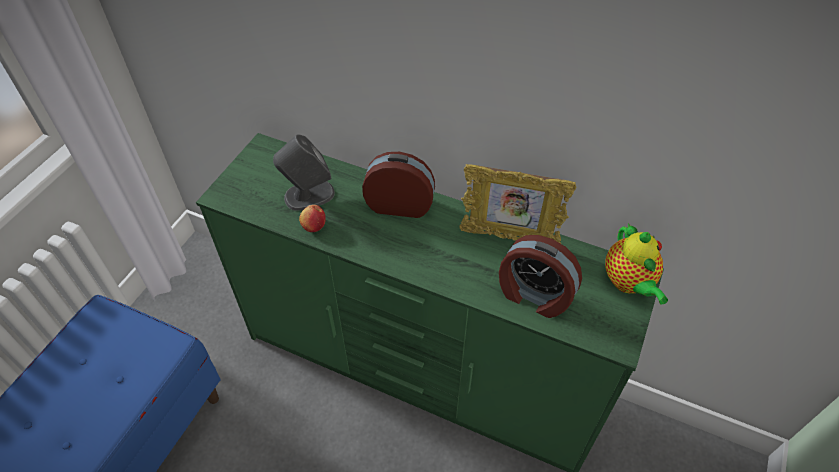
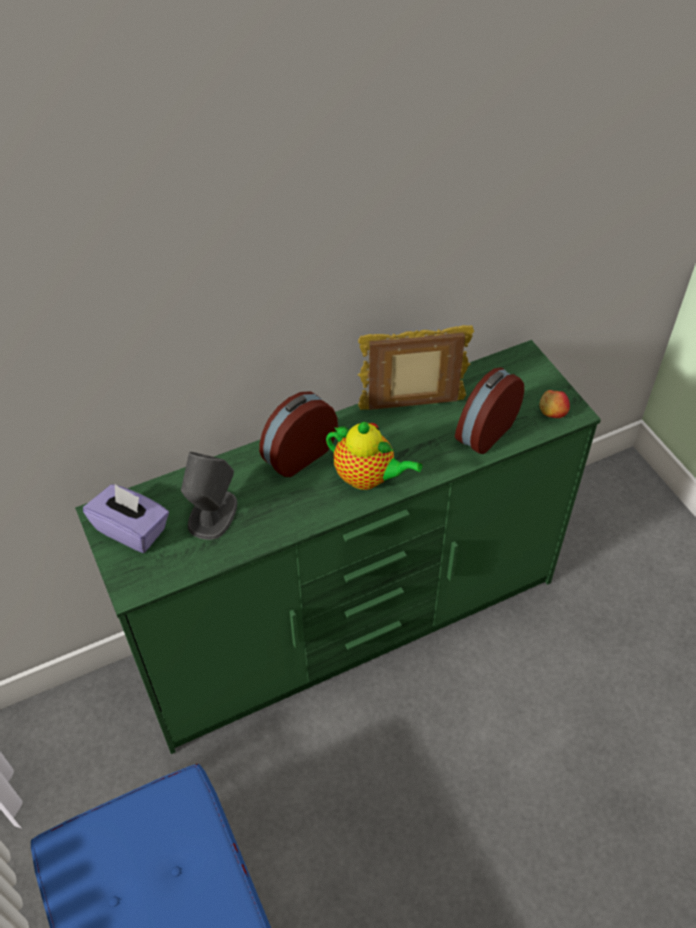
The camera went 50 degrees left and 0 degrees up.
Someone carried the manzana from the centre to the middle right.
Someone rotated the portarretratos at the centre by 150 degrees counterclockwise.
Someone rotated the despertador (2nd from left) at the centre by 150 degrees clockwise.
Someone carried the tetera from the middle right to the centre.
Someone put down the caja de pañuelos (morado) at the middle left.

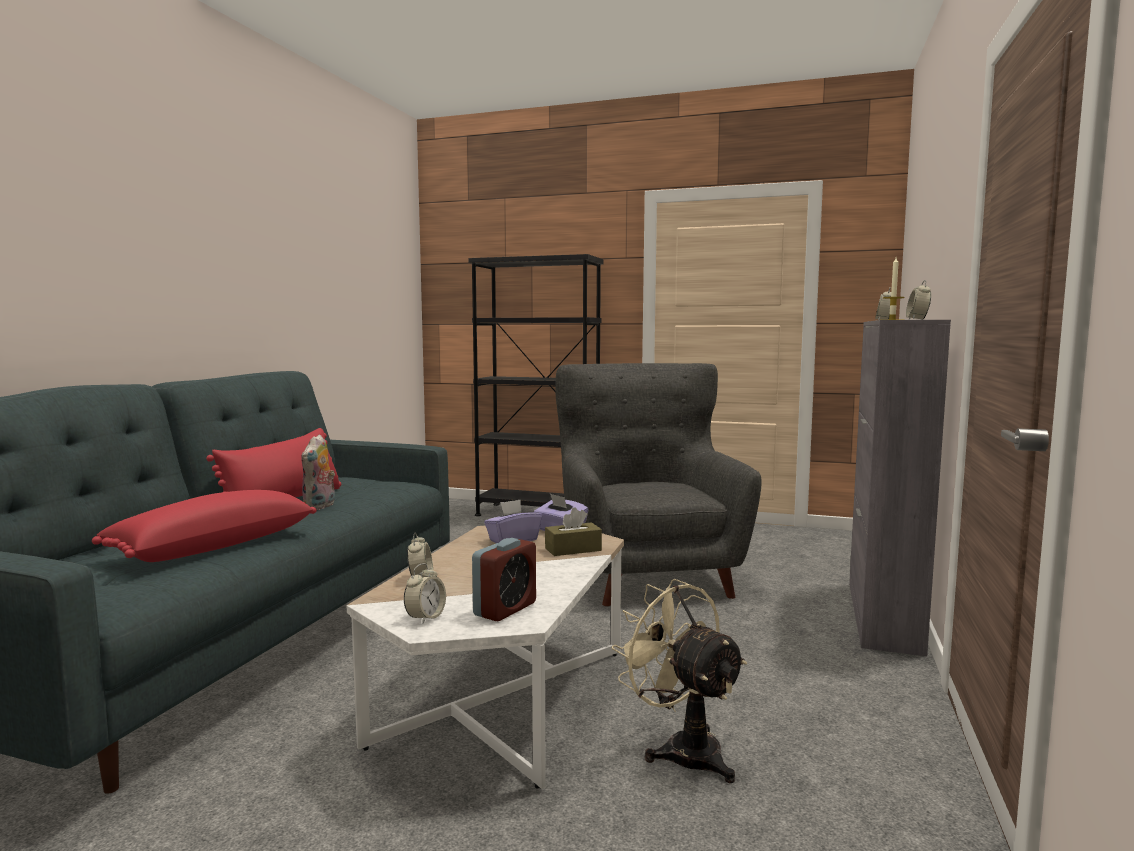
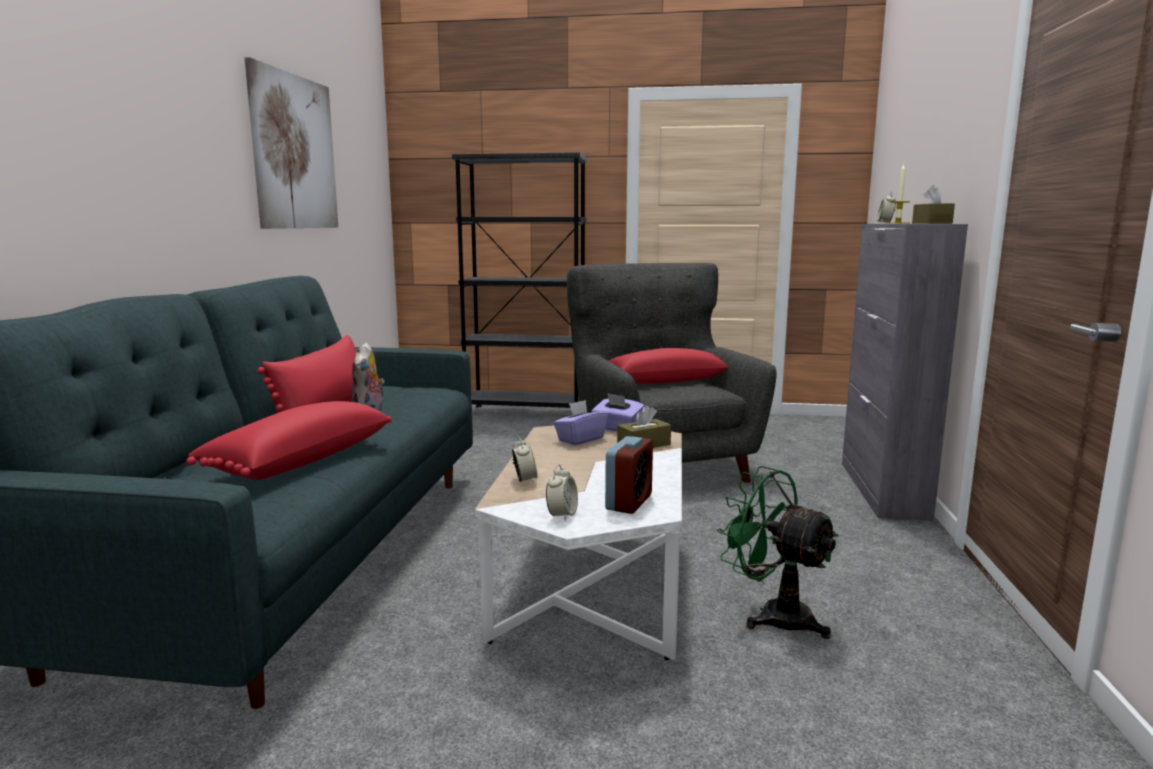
The camera went 10 degrees left and 5 degrees up.
Someone repainted the ventilador (beis) at the bottom centre, which became the ventilador (verde) at the bottom right.
Someone swapped the despertador (5th from left) at the middle right for the caja de pañuelos (marrón) (2nd from left) at the top right.
Someone put up the cuadro at the top left.
Someone put down the cojín (rojo) (3rd from left) at the centre.

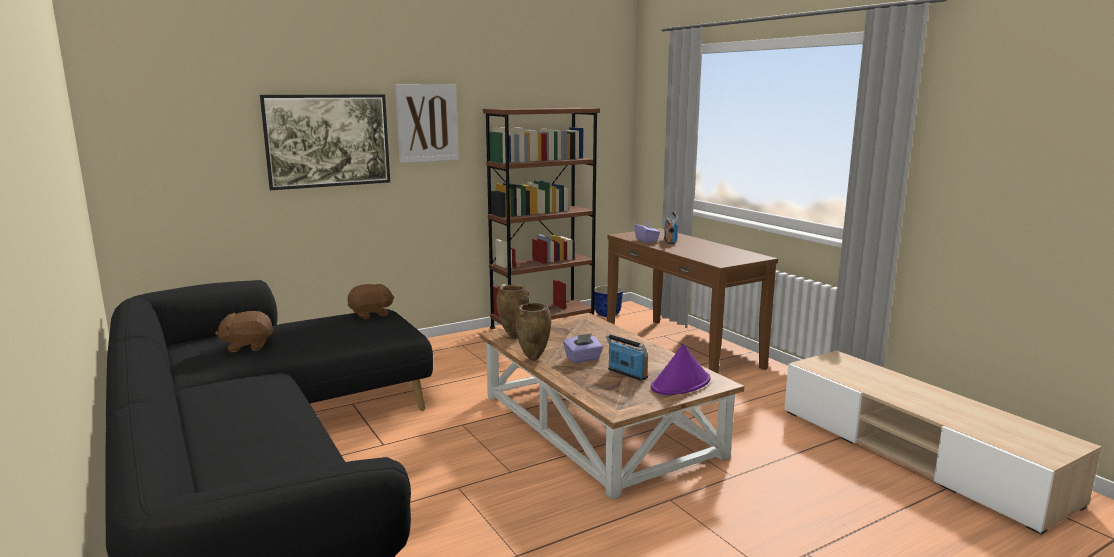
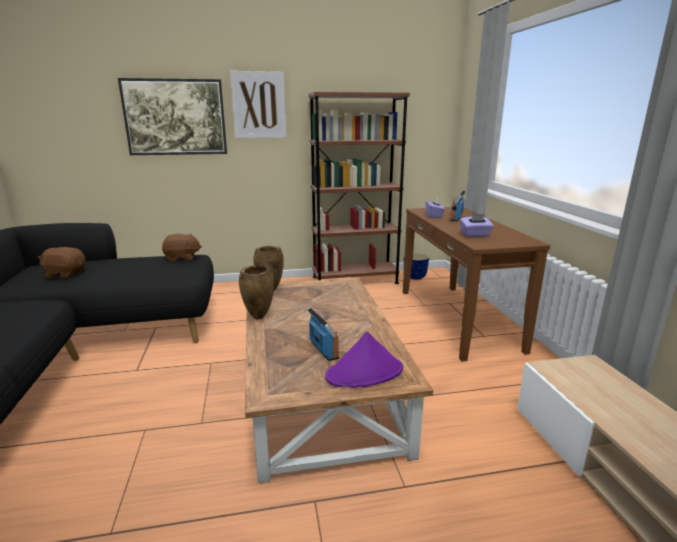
The camera went 20 degrees right and 5 degrees up.
Someone carried the caja de pañuelos (morado) (1st from left in the first image) from the centre to the middle right.

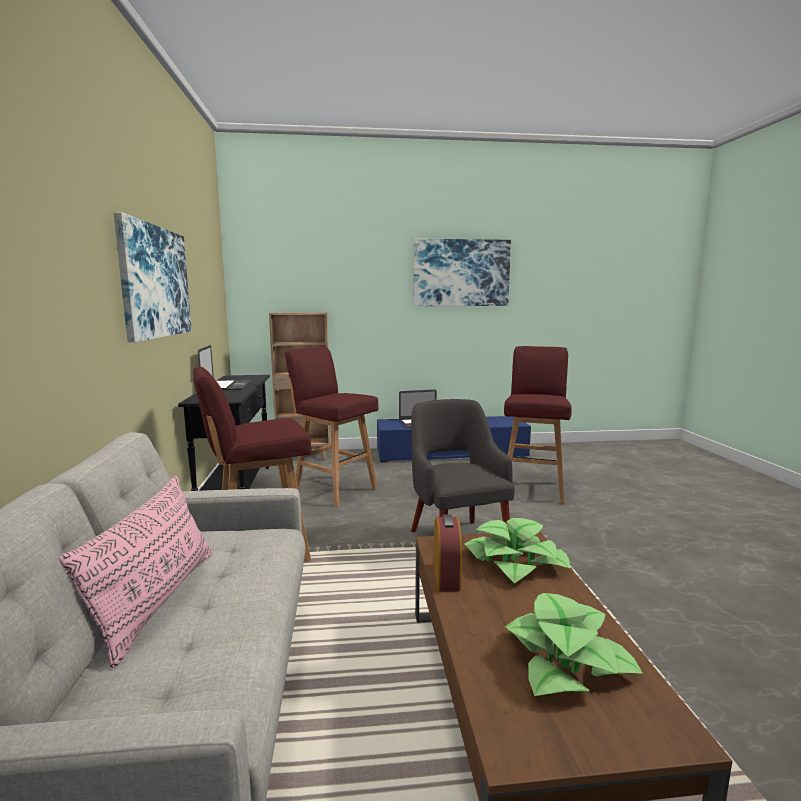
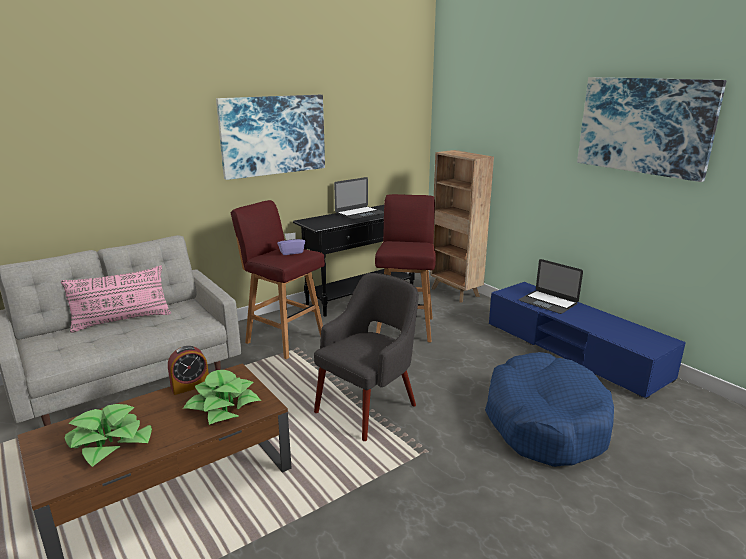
The camera went 60 degrees right and 10 degrees up.
Someone swapped the taburete (rojo) (3rd from left) at the middle right for the cama para perro (azul) at the bottom right.
Someone put down the caja de pañuelos (morado) at the centre.

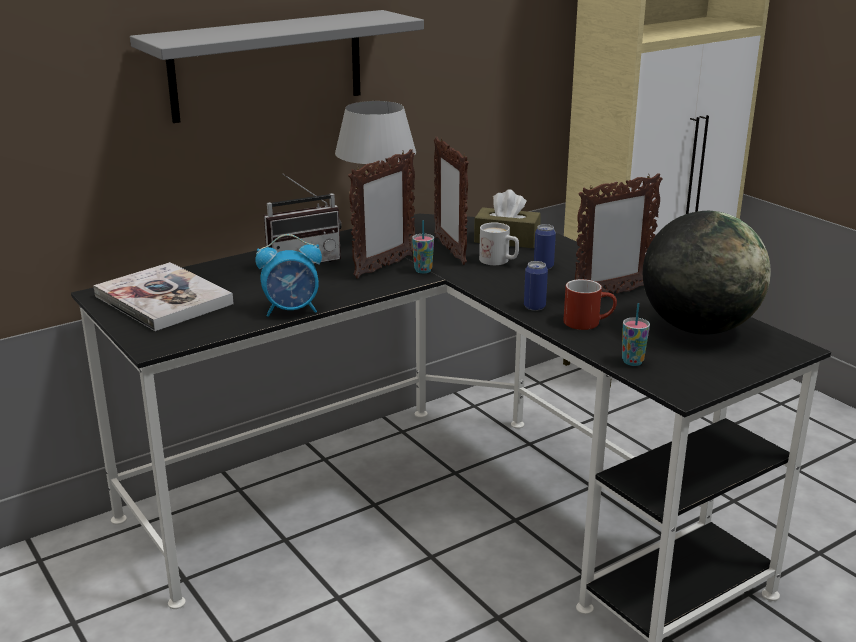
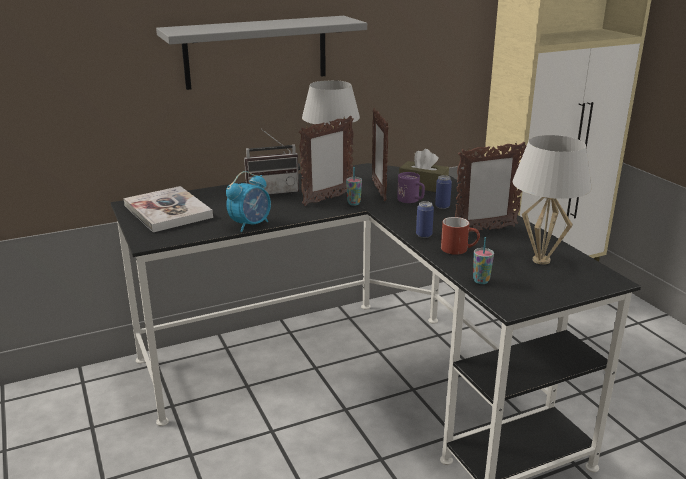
The camera went 10 degrees right and 0 degrees up.
Someone rotated the despertador at the centre by 45 degrees counterclockwise.
Someone repainted the taza grande (blanco) at the centre, which became the taza grande (morado) at the centre.
Someone swapped the globo terráqueo at the middle right for the lámpara de mesa (blanco) (2nd from left) at the middle right.

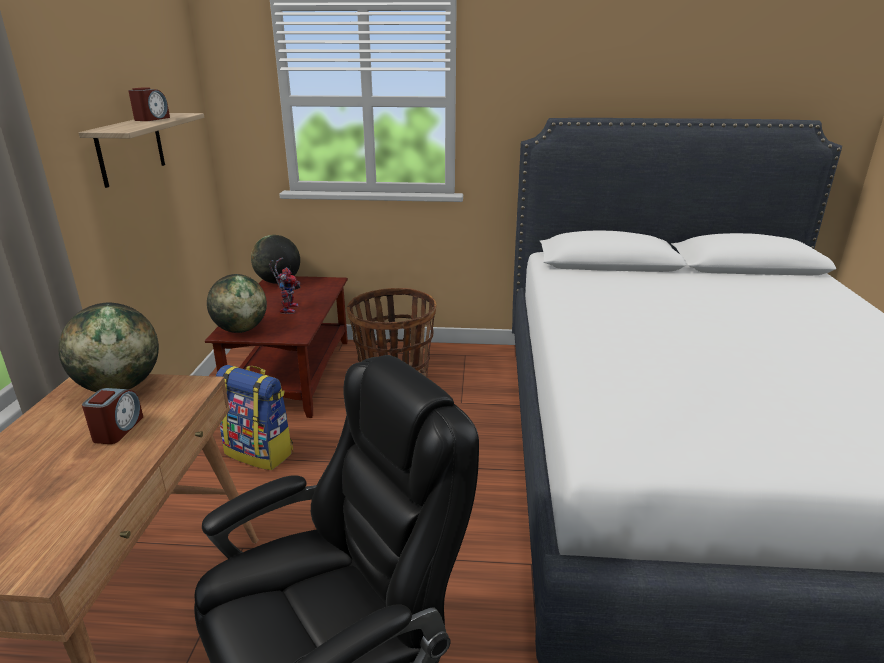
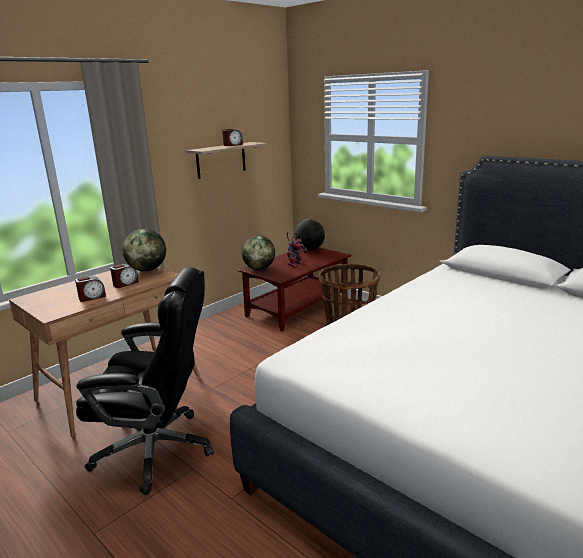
The camera went 40 degrees right and 5 degrees down.
Someone took away the mochila at the middle left.
Someone put down the despertador (1st from left) at the middle left.

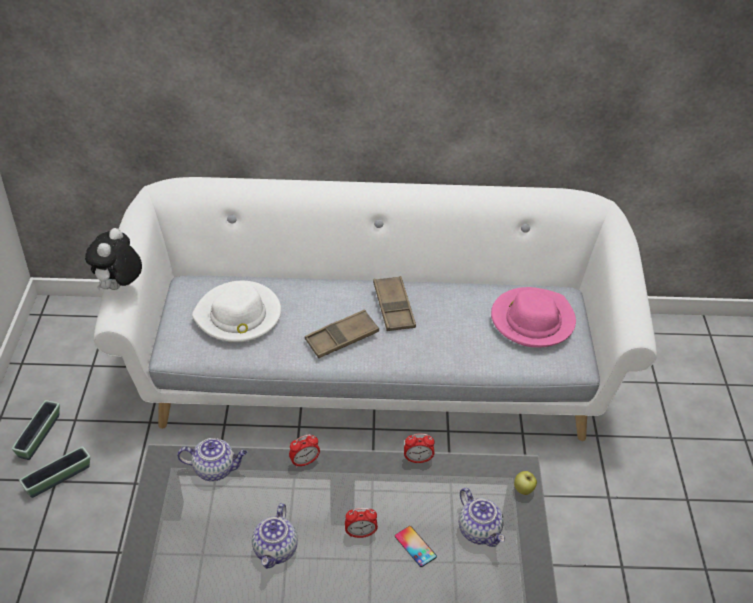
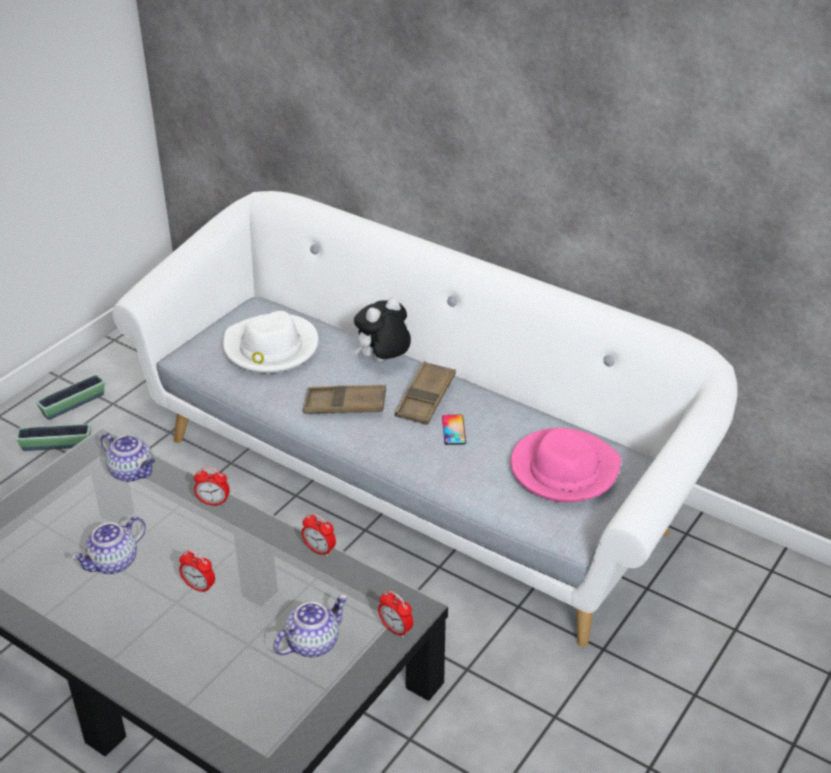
The camera went 35 degrees right and 5 degrees down.
Someone carried the peluche from the middle left to the centre.
Someone carried the móvil from the bottom centre to the centre.
Someone rotated the tetera (3rd from left) at the bottom centre by 135 degrees counterclockwise.
Someone swapped the manzana at the bottom right for the despertador (4th from left) at the bottom centre.

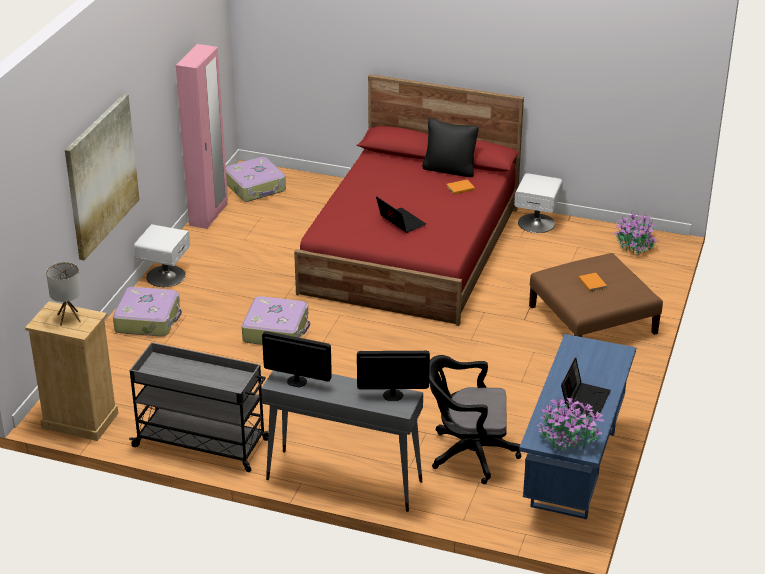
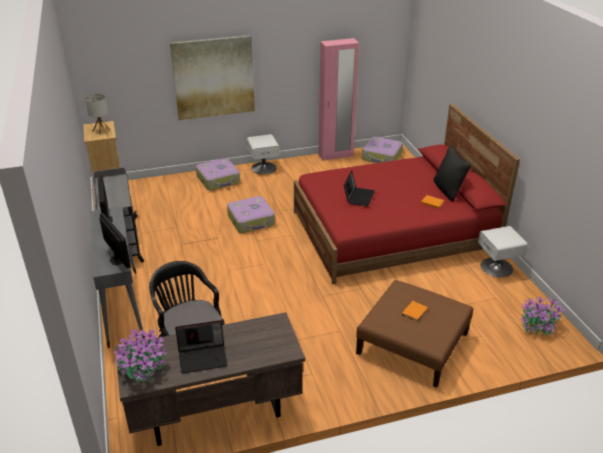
The camera went 55 degrees right and 0 degrees up.
Someone repainted the escritorio (azul) at the bottom right, which became the escritorio (marrón) at the bottom centre.

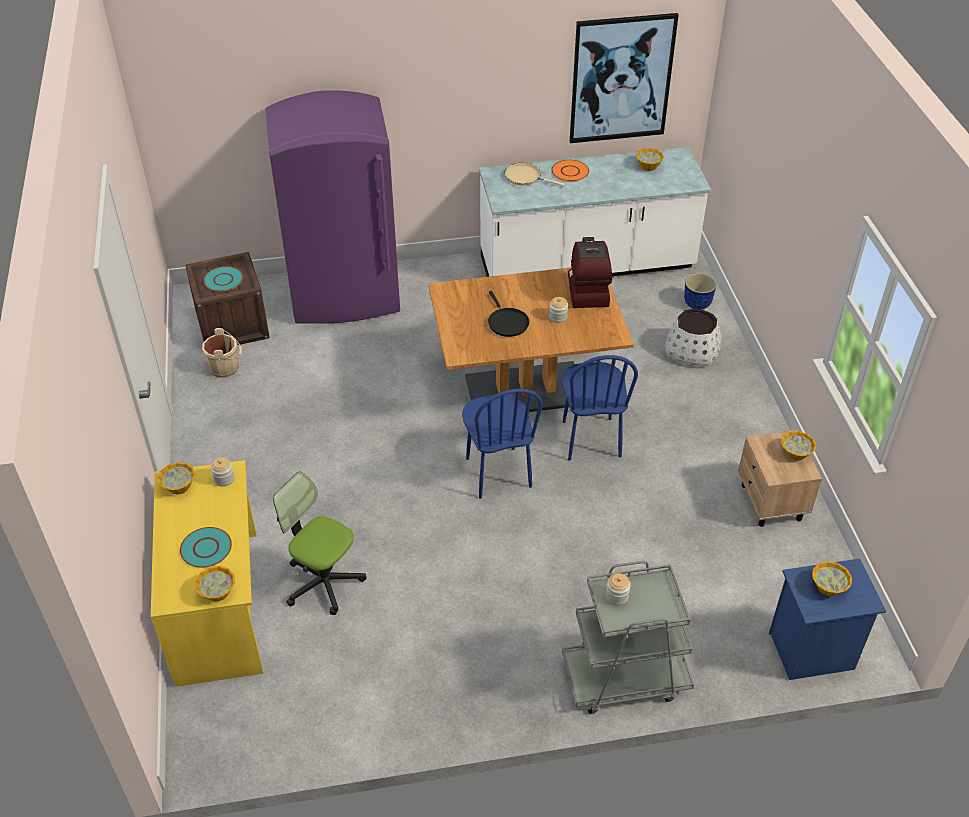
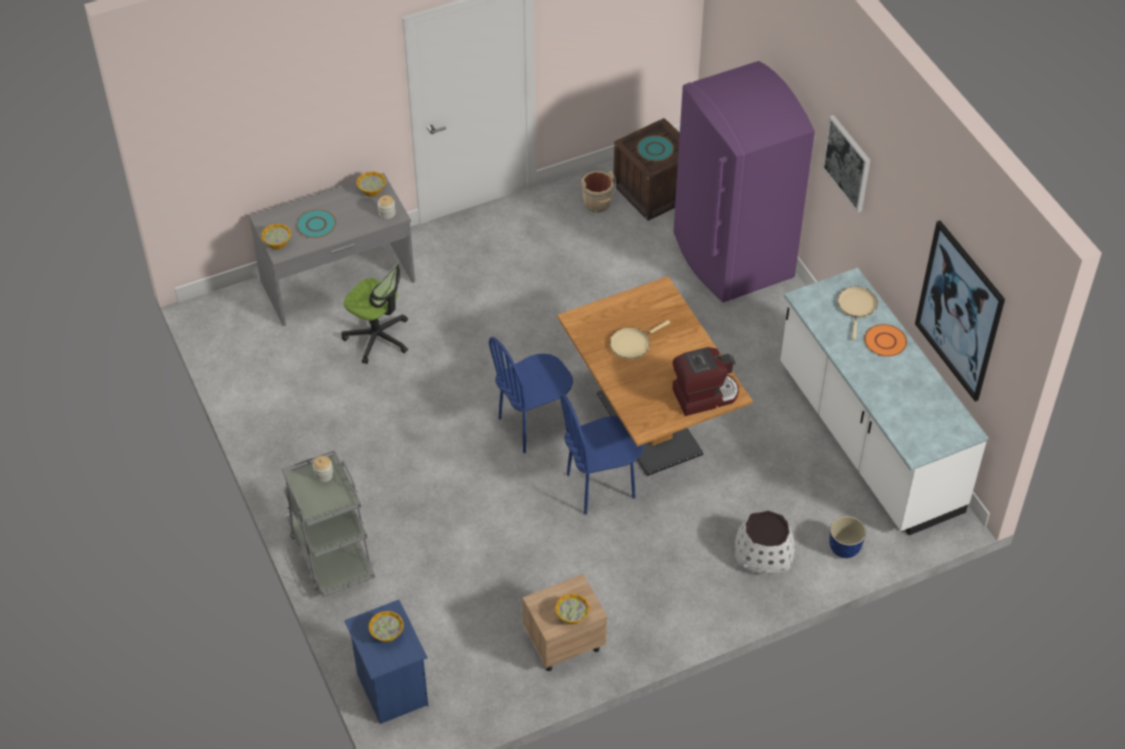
The camera went 75 degrees right and 5 degrees up.
Someone repainted the escritorio (amarillo) at the bottom left, which became the escritorio (gris) at the top left.
Someone rotated the silla de oficina at the middle left by 105 degrees clockwise.
Someone repainted the sartén (negro) at the centre, which became the sartén (beis) (1st from left) at the centre.
Someone took away the tarro (2nd from left) at the centre.
Someone took away the cuenco (3rd from left) at the top right.
Someone put up the cuadro (1st from left) at the top right.

